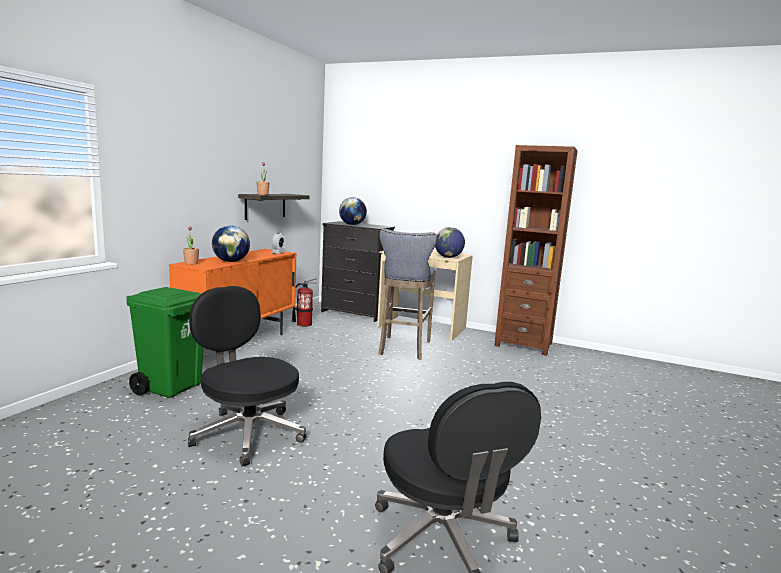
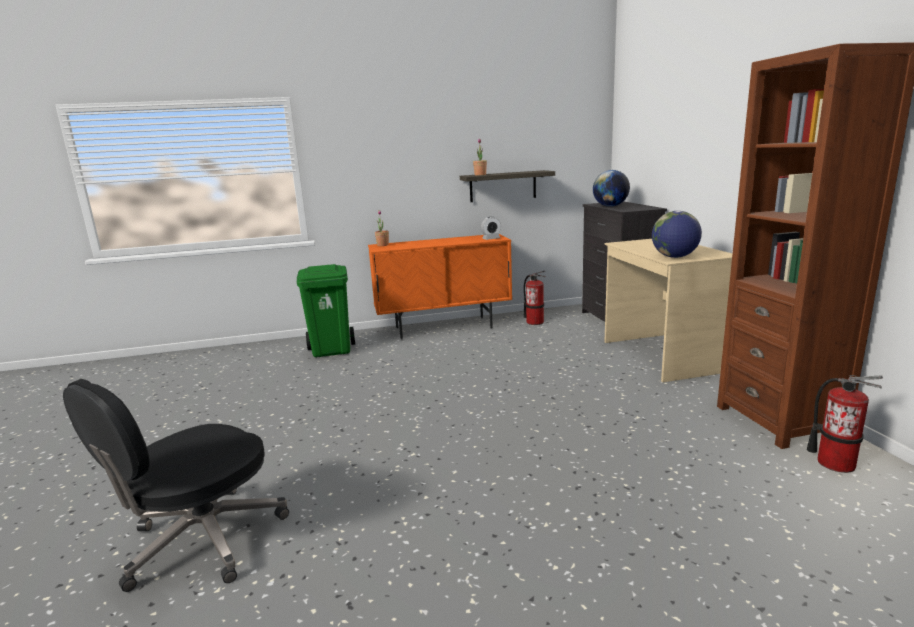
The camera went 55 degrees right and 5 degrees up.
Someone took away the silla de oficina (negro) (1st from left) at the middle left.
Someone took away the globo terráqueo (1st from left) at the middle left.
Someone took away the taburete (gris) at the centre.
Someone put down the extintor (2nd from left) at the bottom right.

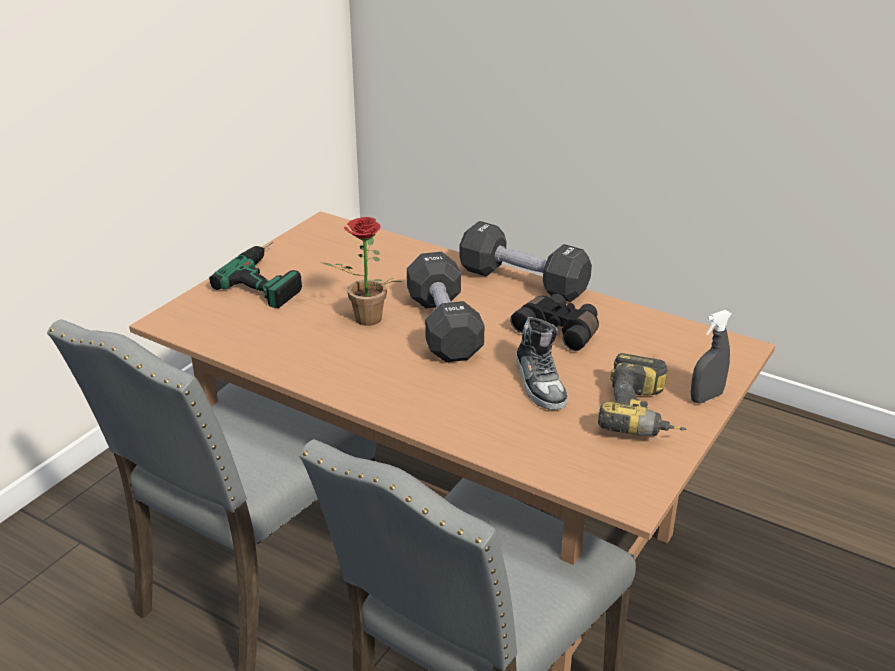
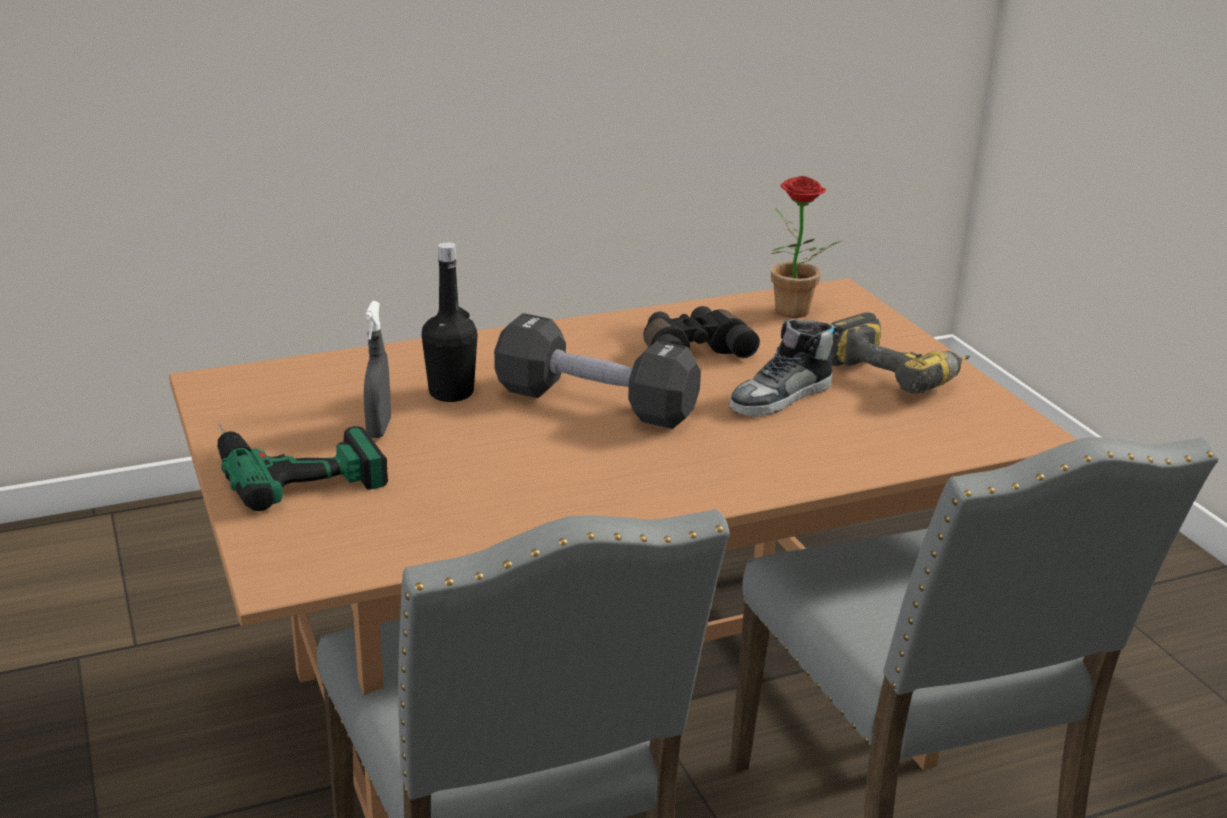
The camera went 55 degrees left and 5 degrees down.
Someone carried the planta en maceta from the centre to the top centre.
Someone took away the mancuerna (negro) (2nd from left) at the centre.
Someone rotated the zapato at the centre by 120 degrees clockwise.
Someone carried the pulverizador (gris) from the middle right to the middle left.
Someone put down the botella (negro) at the centre.

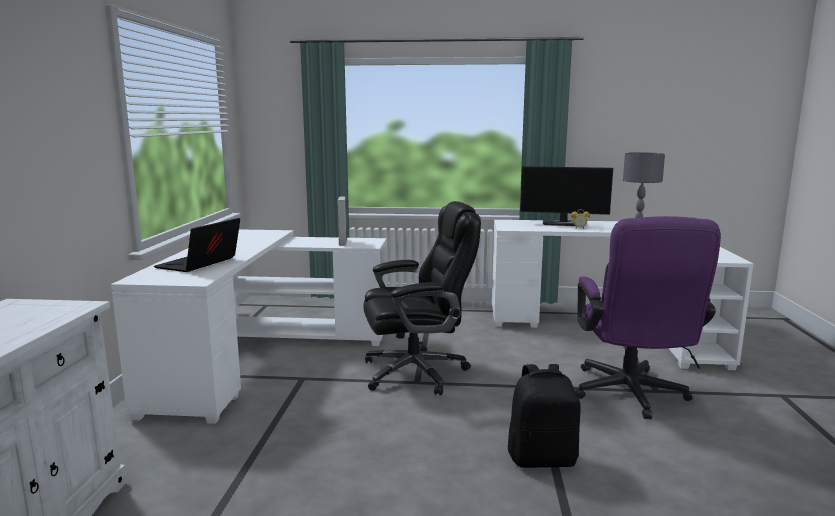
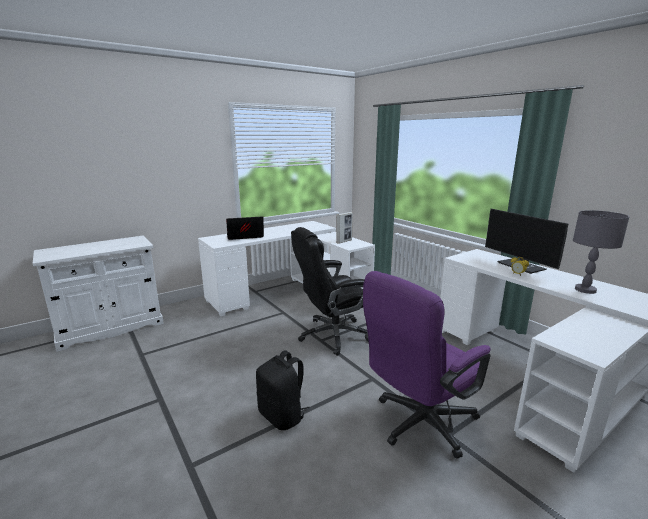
The camera went 50 degrees right and 5 degrees up.
Someone rotated the silla de oficina (negro) at the centre by 120 degrees clockwise.

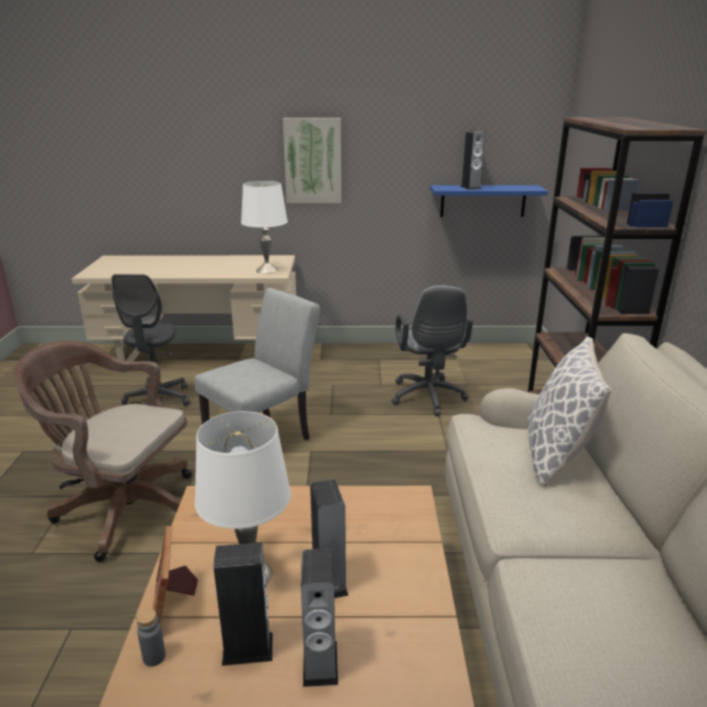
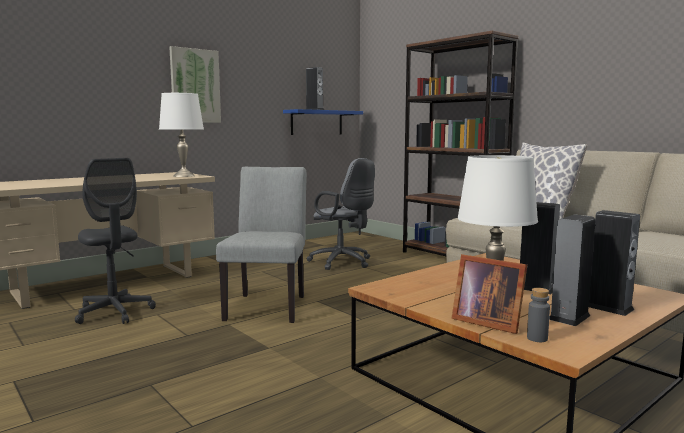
The camera went 40 degrees left and 15 degrees down.
Someone took away the silla de oficina (marrón) at the middle left.

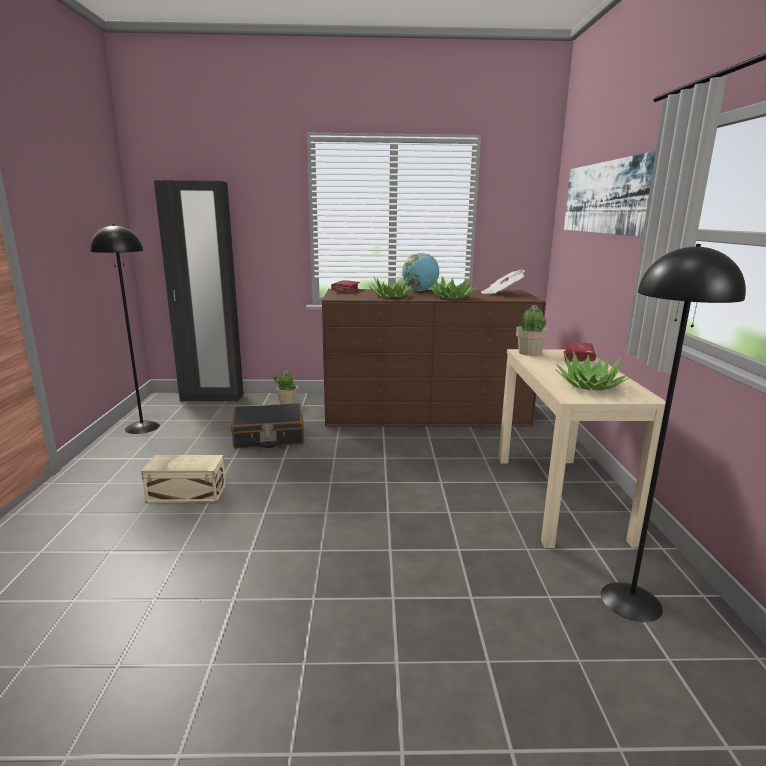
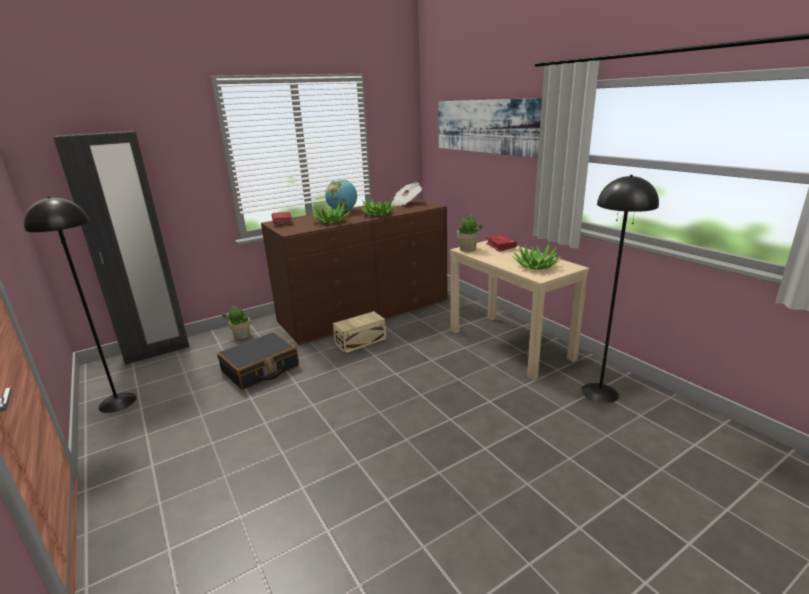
The camera went 30 degrees left and 5 degrees up.
Someone carried the caja de almacenaje (beis) from the middle left to the centre.

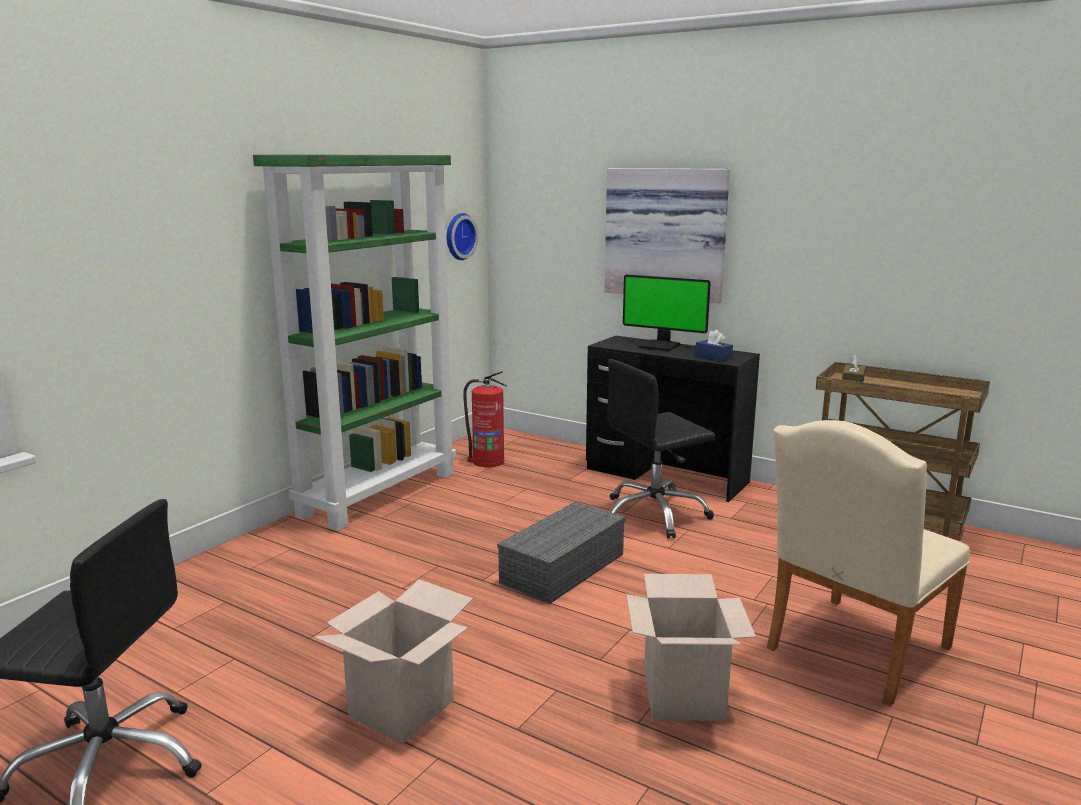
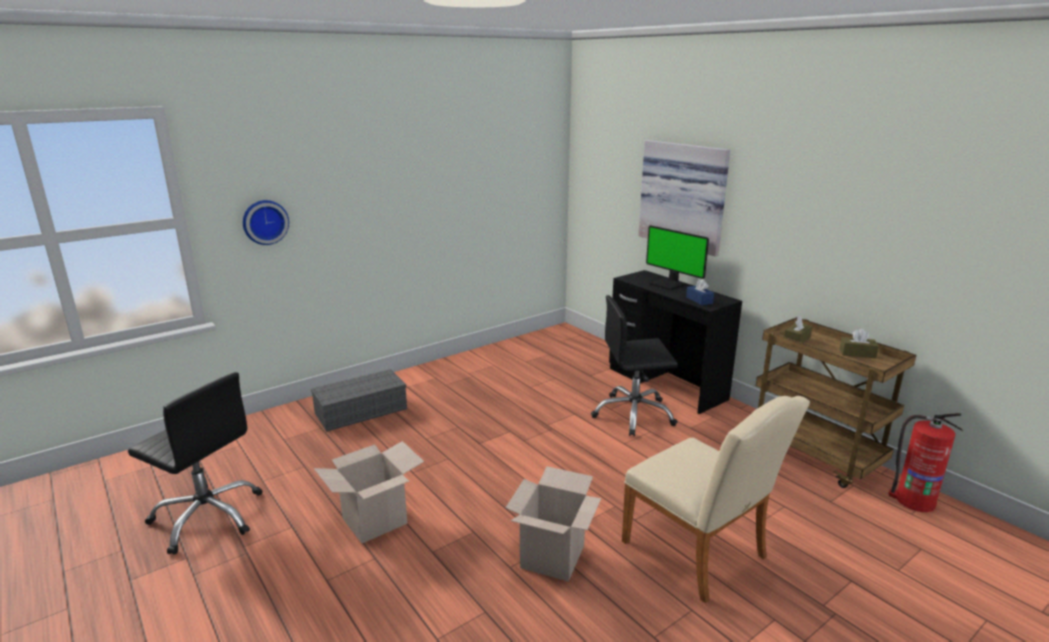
The camera went 20 degrees right and 5 degrees up.
Someone took away the estantería (verde) at the middle left.
Someone carried the reloj de pared from the top centre to the middle left.
Someone carried the extintor from the centre to the bottom right.
Someone carried the caja de almacenaje (gris) from the bottom centre to the centre.
Someone rotated the silla (beis) at the bottom right by 105 degrees counterclockwise.
Someone put down the caja de pañuelos (marrón) (2nd from left) at the middle right.

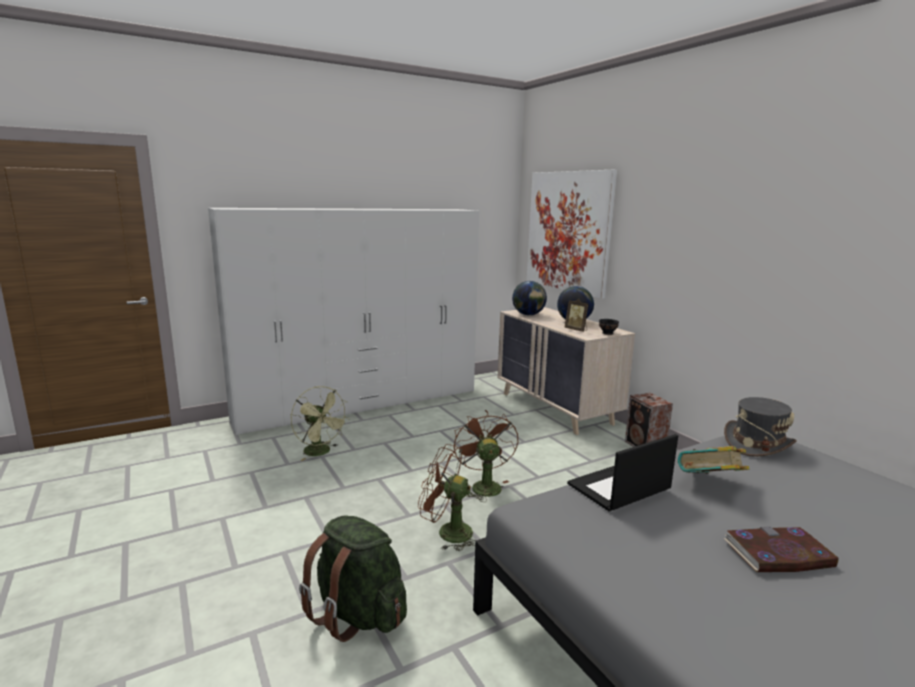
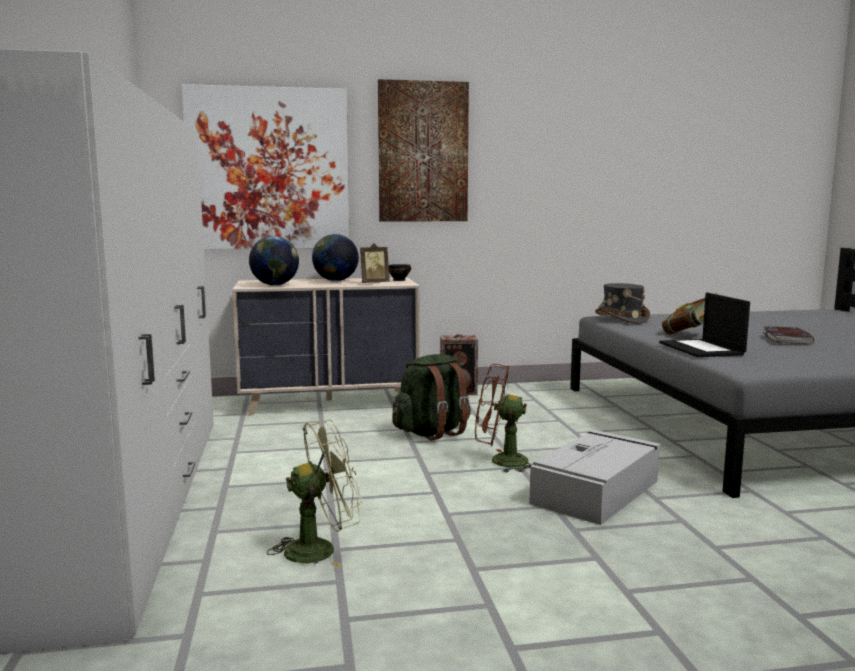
The camera went 70 degrees left and 5 degrees down.
Someone carried the mochila (verde) from the bottom centre to the centre.
Someone swapped the ventilador (marrón) (1st from left) at the bottom centre for the caja de almacenaje (gris) at the bottom right.
Someone put up the cuadro (2nd from left) at the top centre.

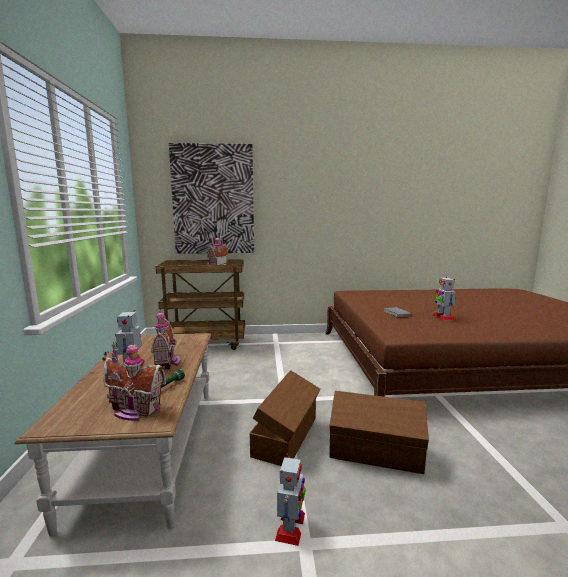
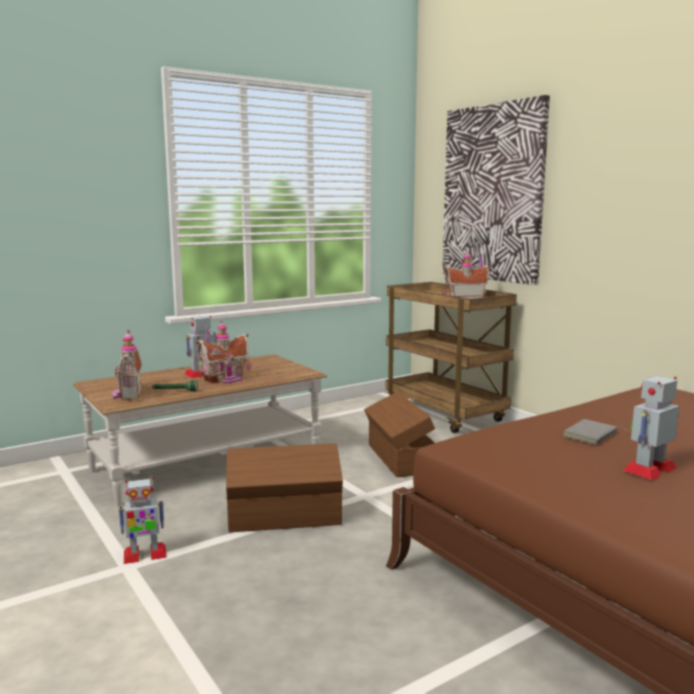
The camera went 60 degrees right and 0 degrees up.
Someone carried the caja de almacenaje (marrón) (2nd from left) from the bottom right to the centre.

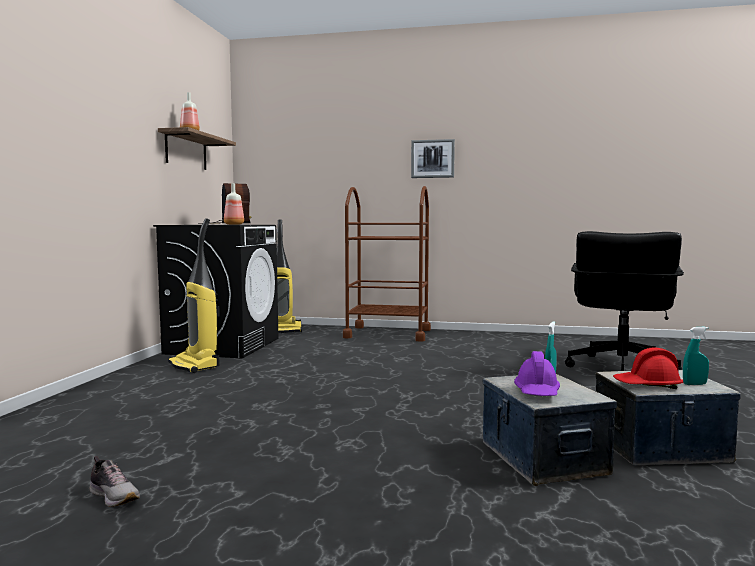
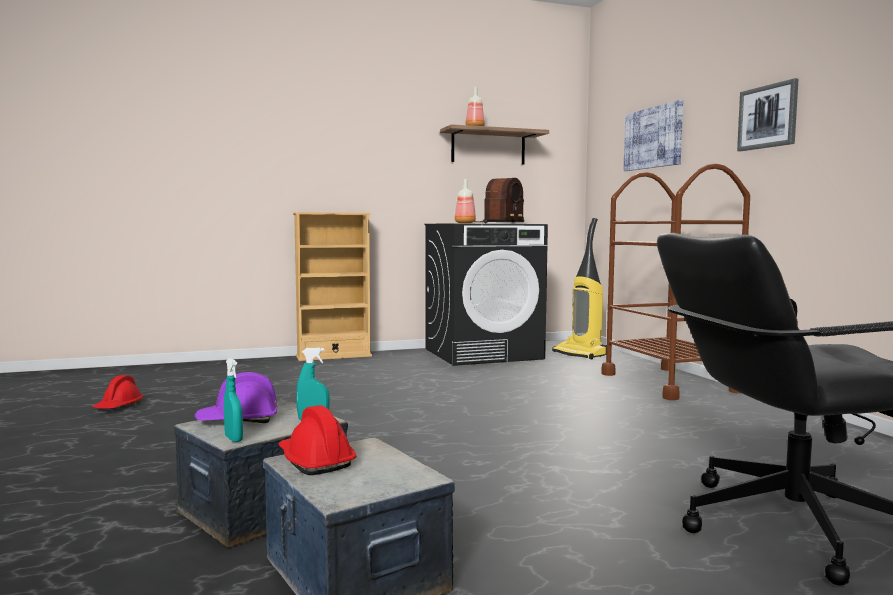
The camera went 60 degrees right and 0 degrees up.
Someone swapped the zapato at the bottom left for the casco (rojo) (1st from left) at the middle left.
Someone took away the aspiradora (1st from left) at the middle left.
Someone carried the pulverizador (turquesa) (2nd from left in the first image) from the middle right to the bottom left.
Someone put down the estantería (beis) at the centre.
Someone put up the cuadro (1st from left) at the top right.

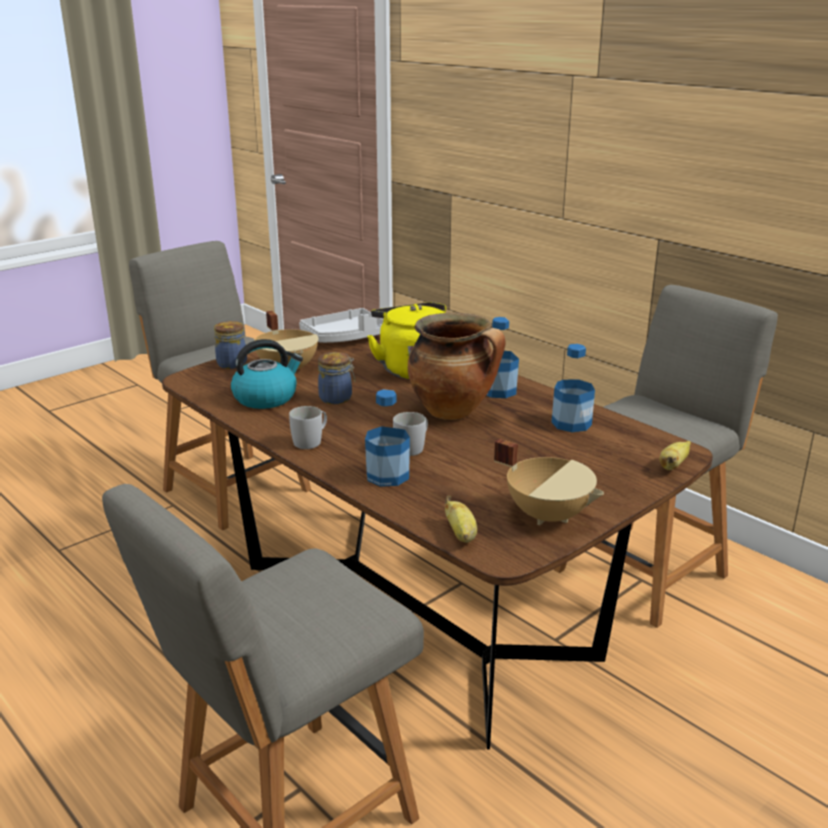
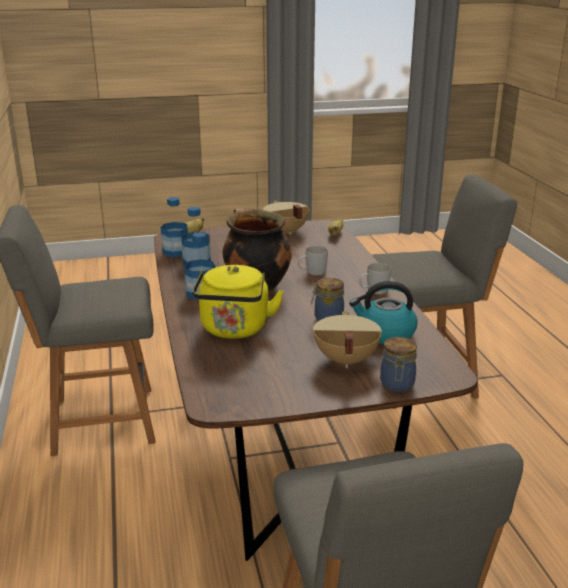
The camera went 150 degrees left and 0 degrees up.
Someone took away the bandeja (gris) at the centre.
Someone carried the botella (1st from left) from the centre to the middle left.

